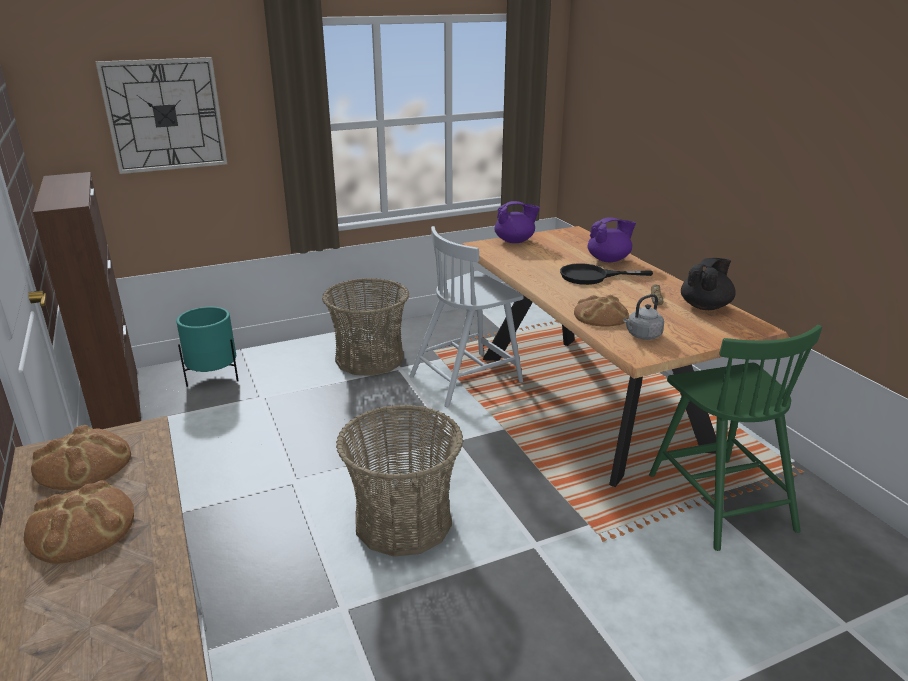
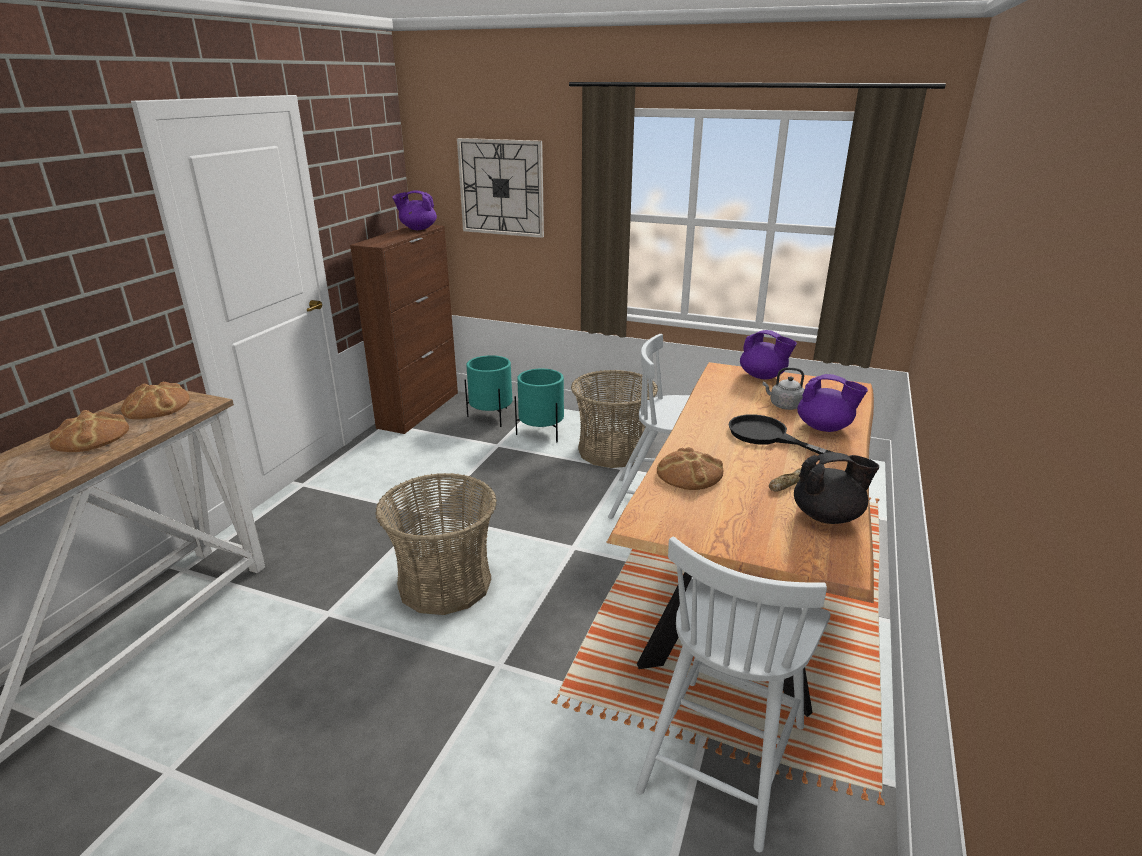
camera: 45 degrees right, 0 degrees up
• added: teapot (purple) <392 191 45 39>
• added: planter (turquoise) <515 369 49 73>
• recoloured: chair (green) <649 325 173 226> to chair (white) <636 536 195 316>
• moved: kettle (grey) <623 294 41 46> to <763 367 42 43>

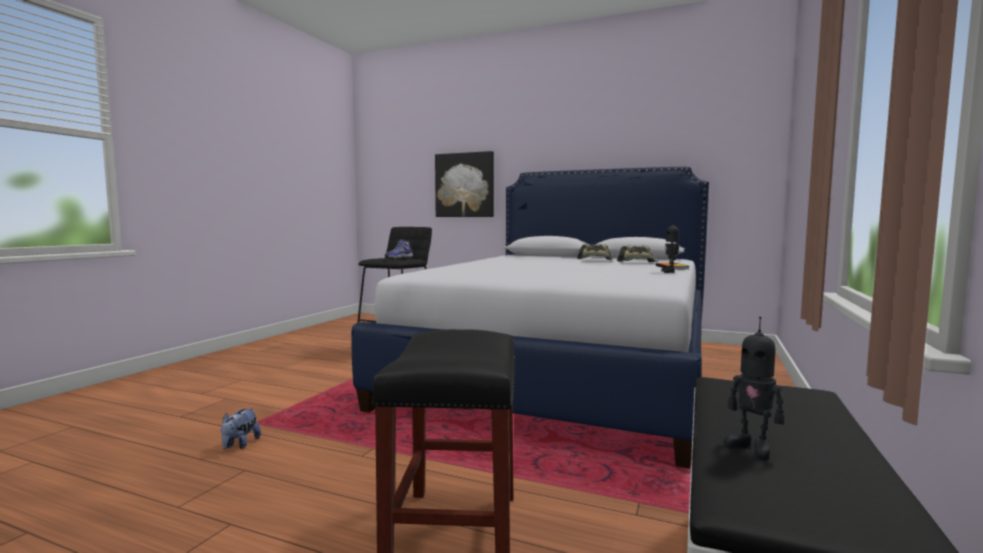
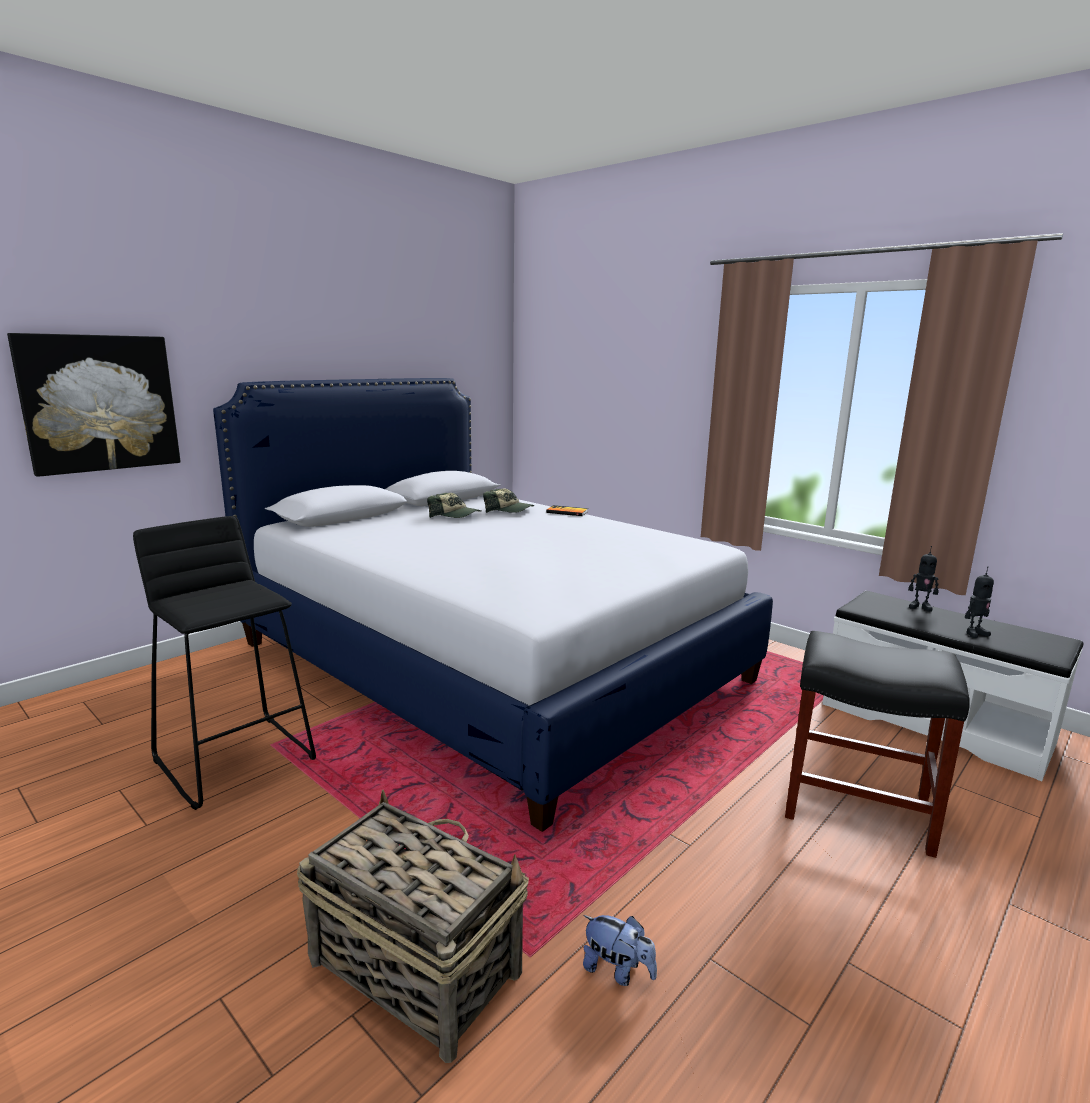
camera: 70 degrees left, 10 degrees up
• added: basket <297 790 232 273>
• moved: toy robot <661 224 18 49> to <908 546 31 66>
• removed: shoe <385 239 28 21>

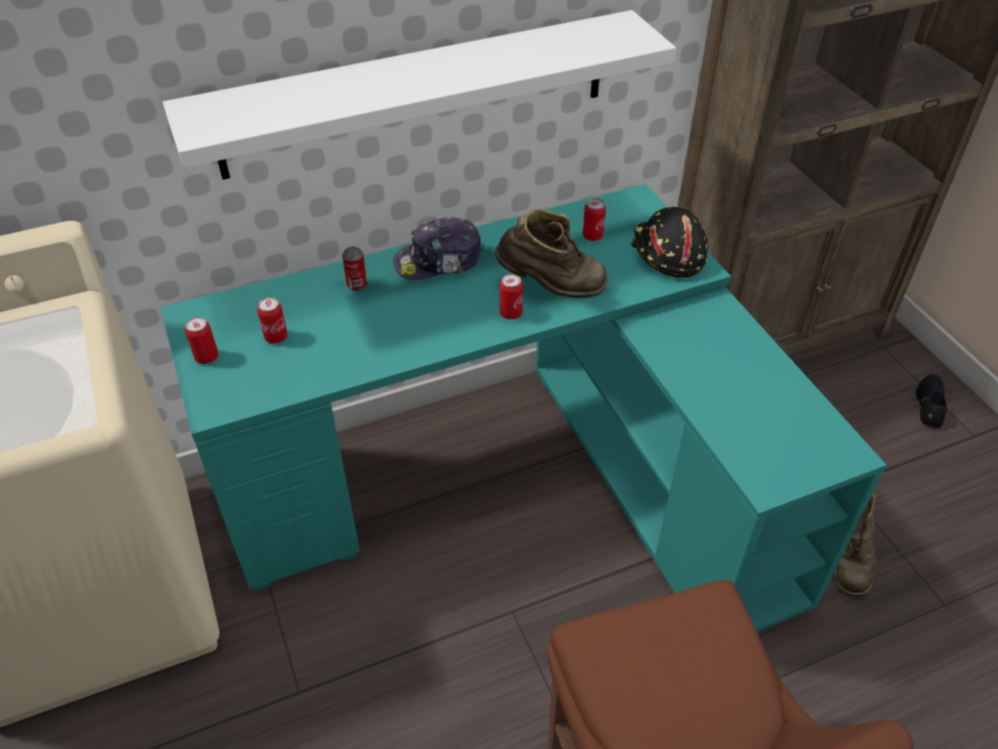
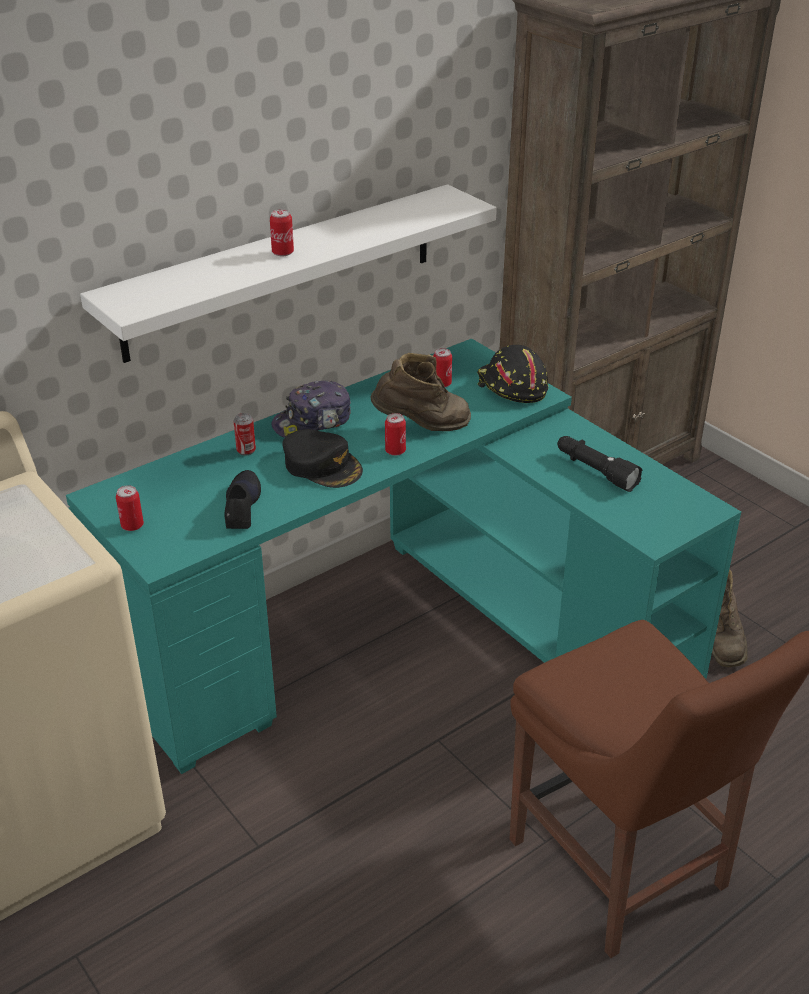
camera: 15 degrees left, 10 degrees down
• moved: shoe (black) <916 374 31 54> to <225 470 36 59>
• moved: can <257 297 31 47> to <270 209 24 48>
• added: cap (black) <283 429 80 59>
• added: flashlight (black) <557 436 86 56>

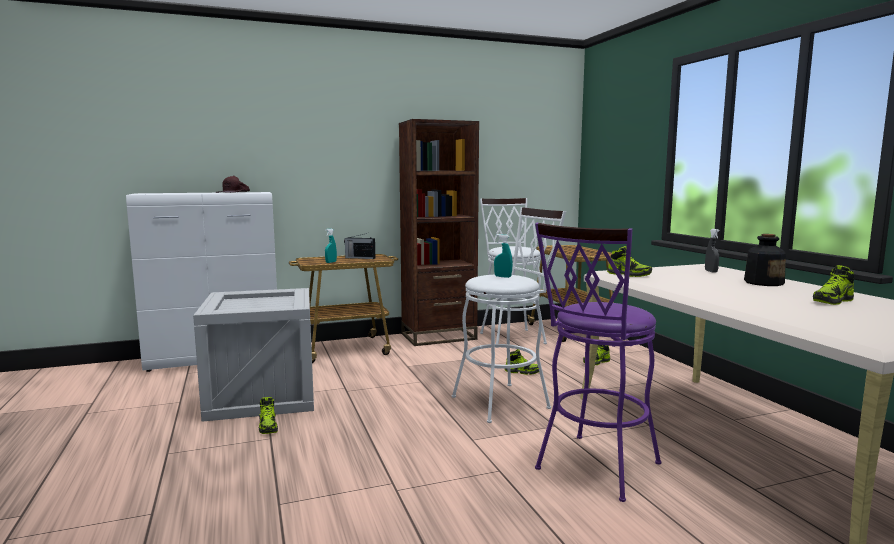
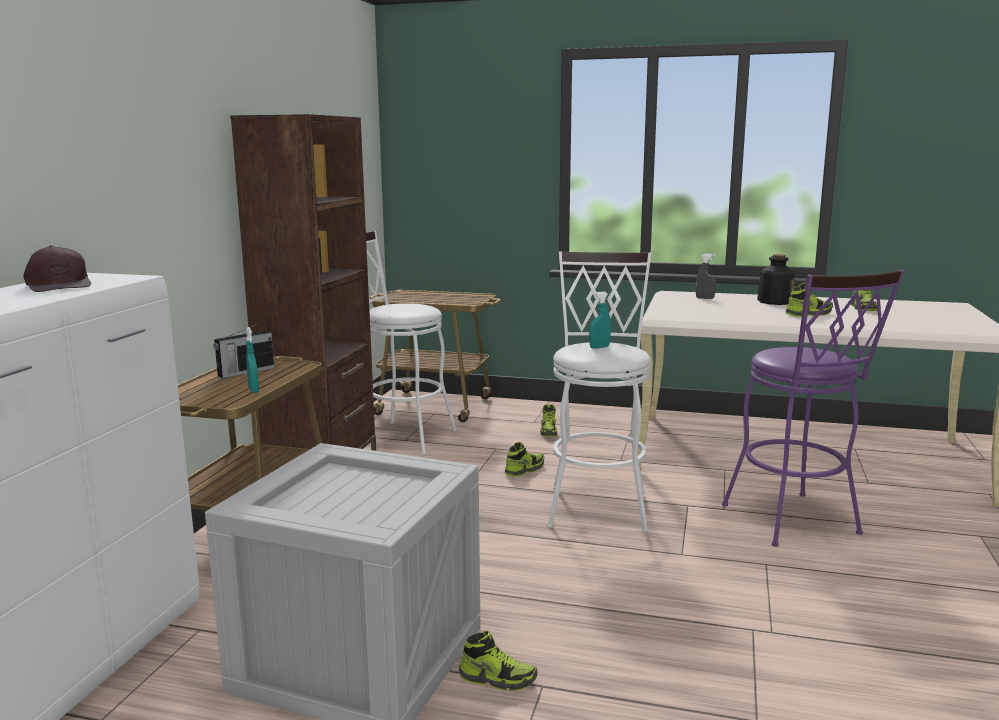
camera: 55 degrees left, 5 degrees up
• moved: shoe <607 246 45 31> to <786 283 47 34>

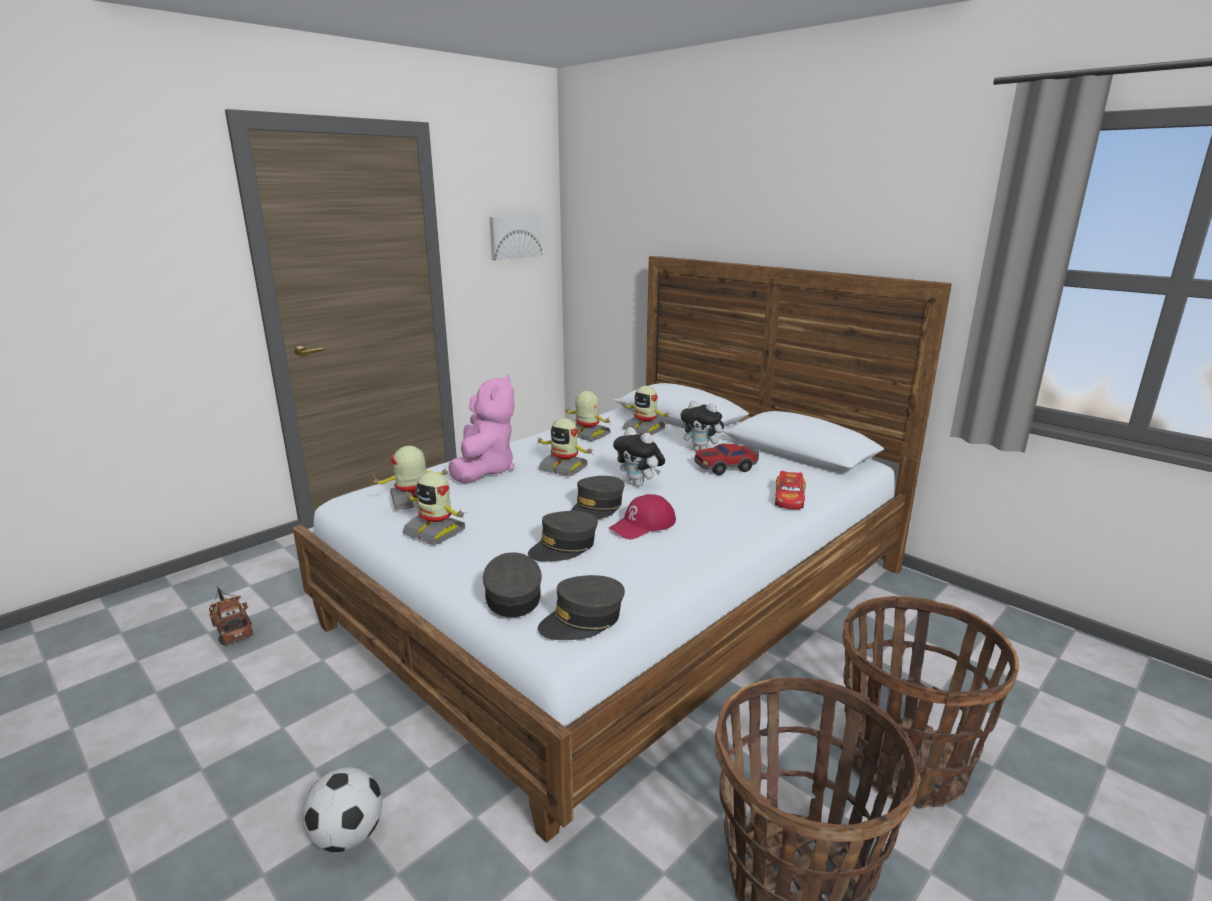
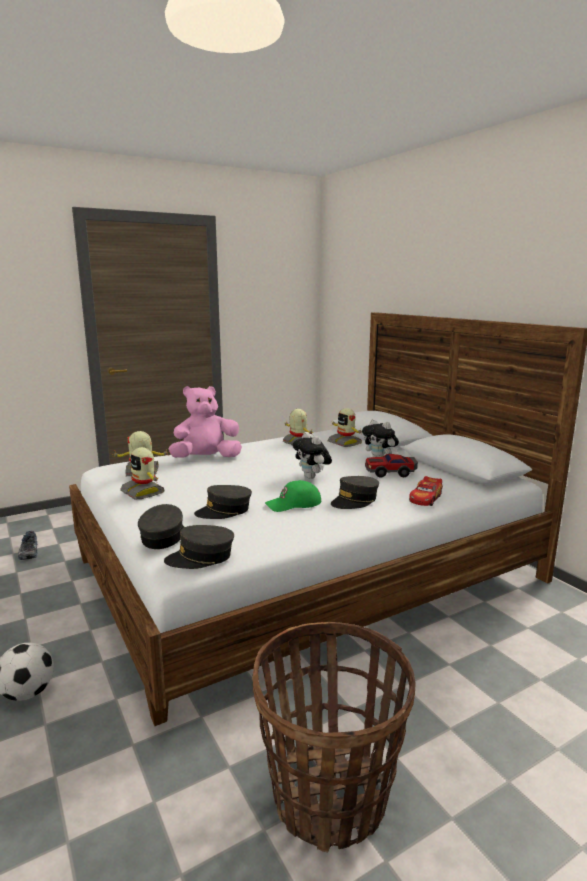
camera: 15 degrees right, 5 degrees down
• replaced: toy truck <209 586 44 59> to shoe <18 531 19 29>
• turned: plush toy (pink) <448 374 66 109> = <168 386 74 72> 135 degrees counterclockwise
• recoloured: cap (red) <609 494 67 45> to cap (green) <265 480 56 32>
• moved: cap (grey) <571 476 54 43> to <331 476 48 33>
• removed: picture <489 215 53 45>
• removed: toy robot <536 418 59 59>
• removed: basket <842 596 177 212>

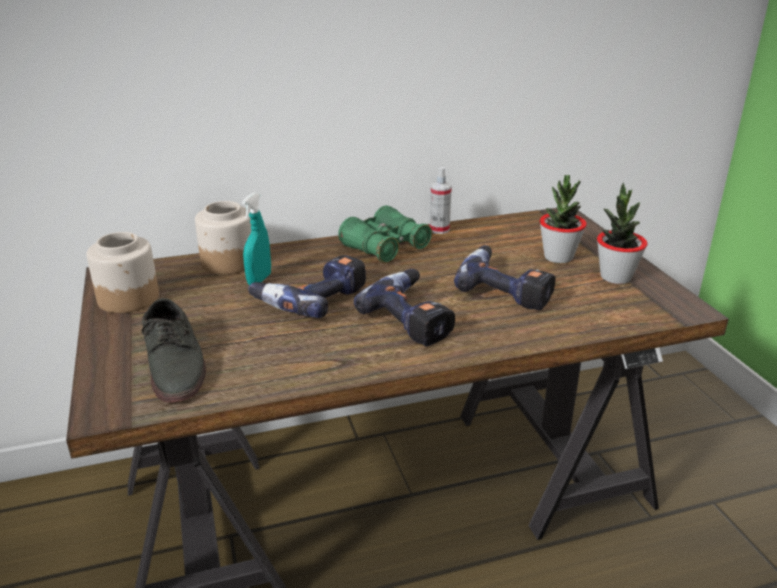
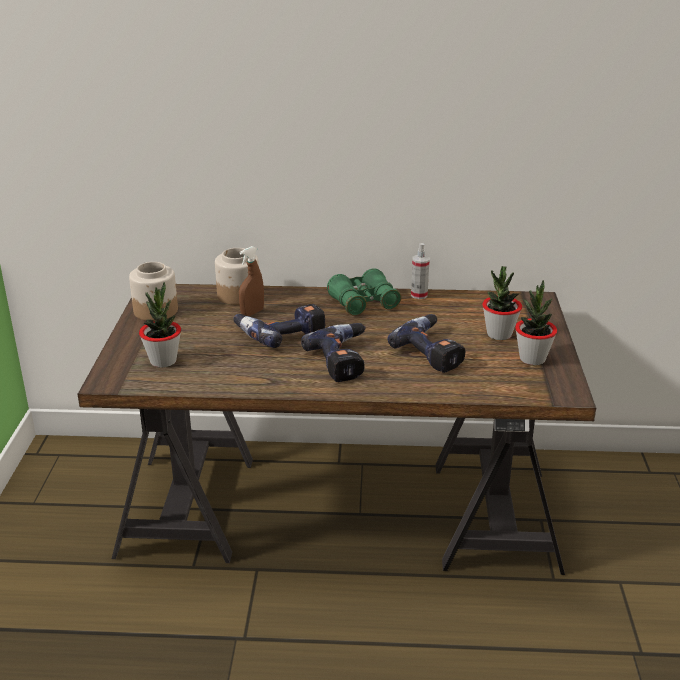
camera: 20 degrees right, 0 degrees up
• replaced: shoe (grey) <141 298 65 105> to potted plant <139 282 42 86>
• recoloured: spray bottle (turquoise) <242 193 29 92> to spray bottle (brown) <239 246 25 70>

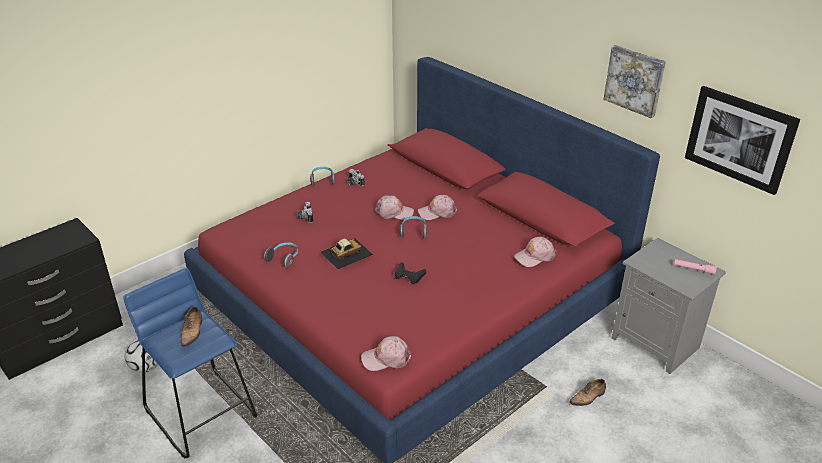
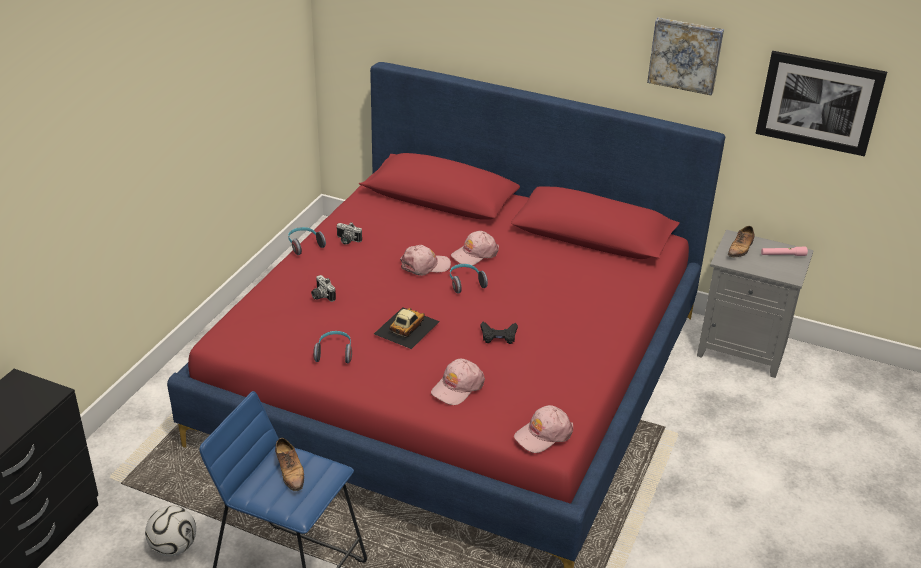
camera: 25 degrees left, 0 degrees up
• moved: cap (pink) <514 237 42 30> to <431 359 54 46>
• moved: shoe <569 379 37 29> to <728 226 26 32>

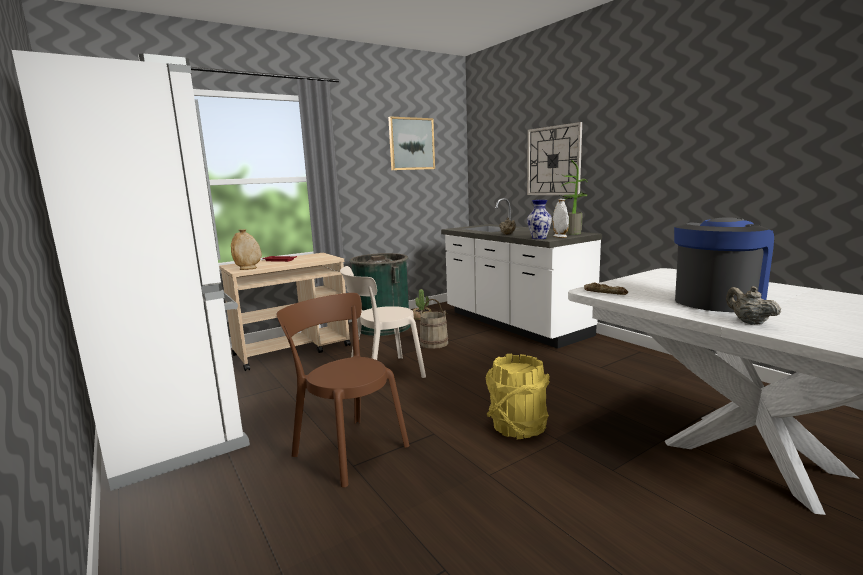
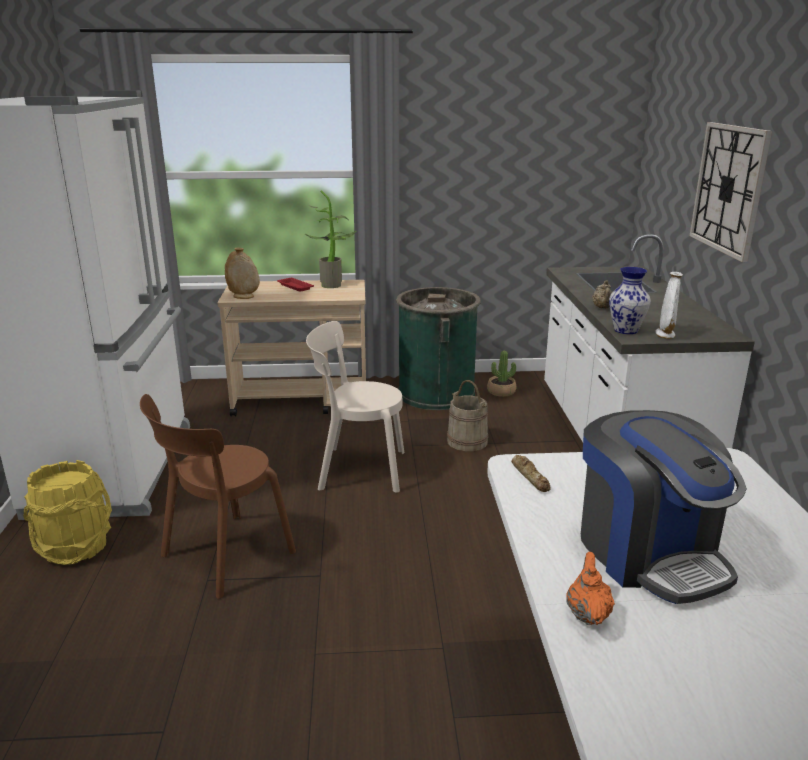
camera: 30 degrees right, 10 degrees up
• moved: bucket (yellow) <485 354 65 85> to <23 460 89 105>
• turned: chair (brown) <276 293 133 195> = <140 394 156 205> 120 degrees counterclockwise
• moved: potted plant <557 160 30 75> to <305 190 51 98>
• recoloured: teapot (beige) <726 286 55 39> to teapot (orange) <566 552 49 73>
• turned: coffee machine <674 217 100 95> = <581 410 166 194> 75 degrees clockwise
• removed: picture <388 116 47 54>

